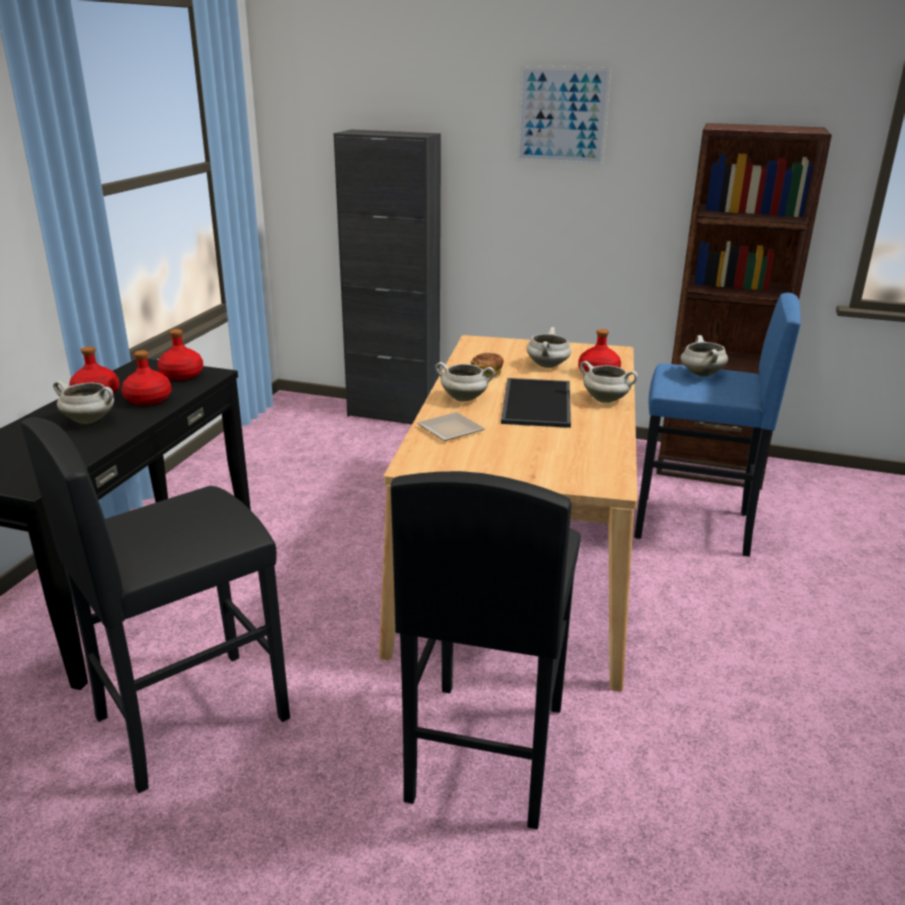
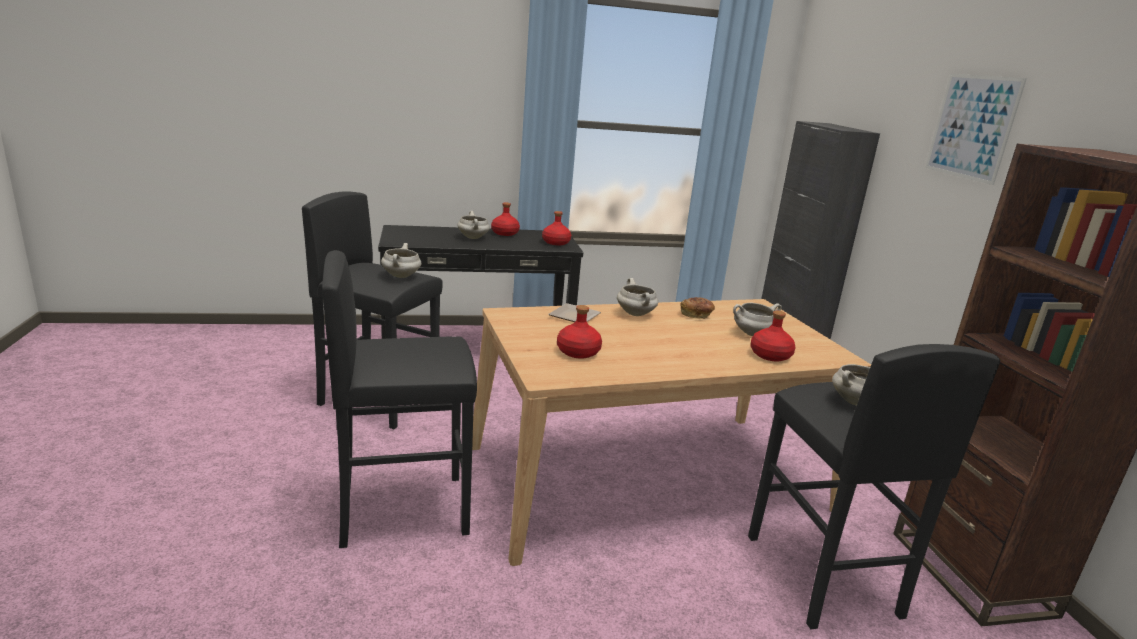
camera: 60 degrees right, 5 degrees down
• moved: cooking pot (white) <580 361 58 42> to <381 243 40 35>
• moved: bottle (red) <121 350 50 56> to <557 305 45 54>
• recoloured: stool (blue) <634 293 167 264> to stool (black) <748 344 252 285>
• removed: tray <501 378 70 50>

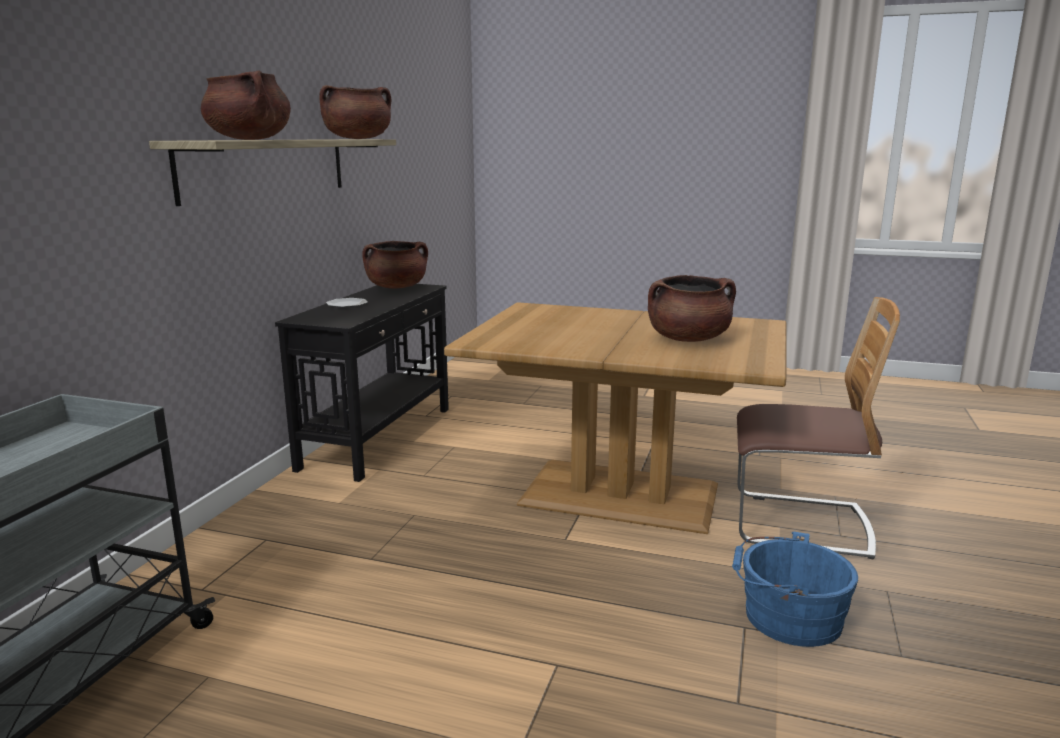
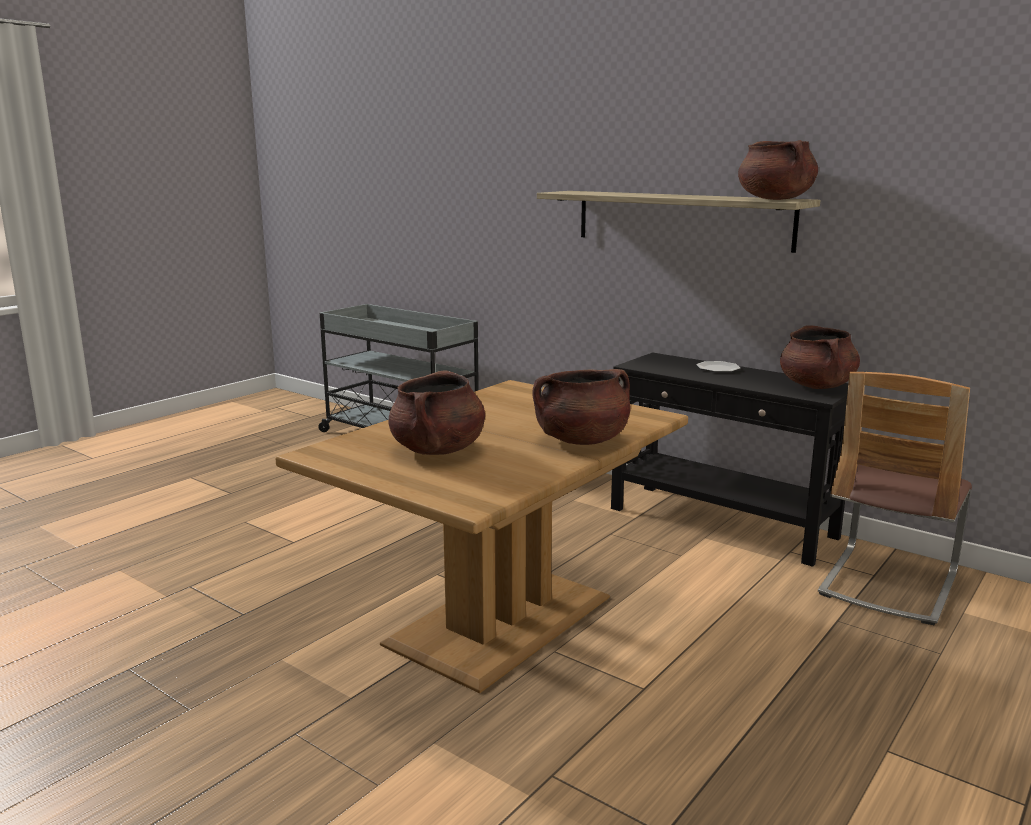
camera: 110 degrees right, 0 degrees up
• moved: cooking pot (brown) <201 70 90 70> to <532 369 99 76>
• moved: chair <737 297 163 263> to <818 372 154 253>
• removed: bucket (blue) <732 531 126 116>

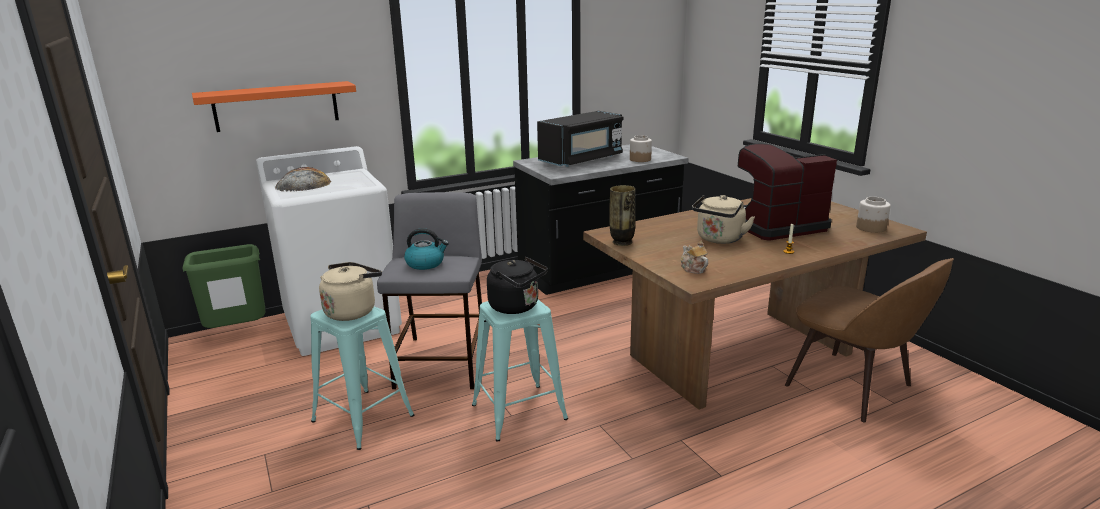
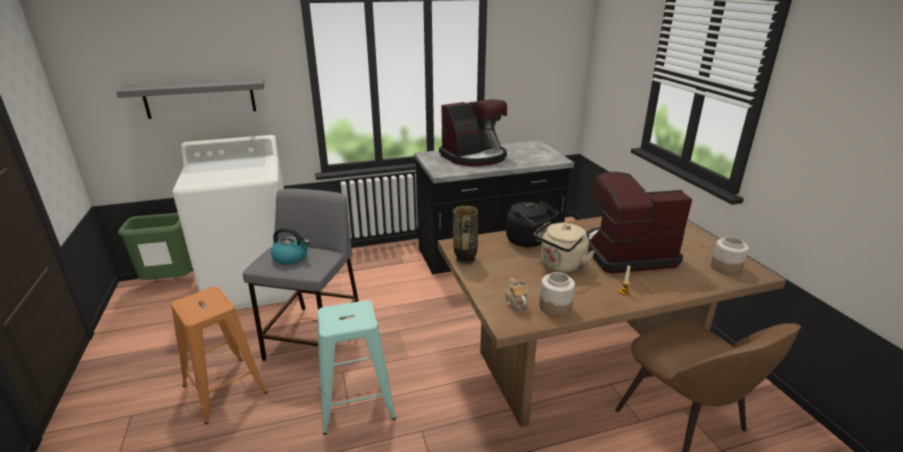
camera: 10 degrees right, 5 degrees up
• recoloured: shelf (orange) <192 81 164 51> to shelf (grey) <116 77 149 42>
• recoloured: stool (turquoise) <310 306 104 144> to stool (orange) <171 287 96 137>
• replaced: microwave (black) <537 111 87 56> to coffee machine <439 99 68 67>
• moved: kettle (black) <487 257 61 57> to <506 201 53 46>
• moved: jar <630 135 22 27> to <539 272 36 45>
• removed: bread <275 167 56 24>
• removed: kettle (beige) <319 262 63 59>

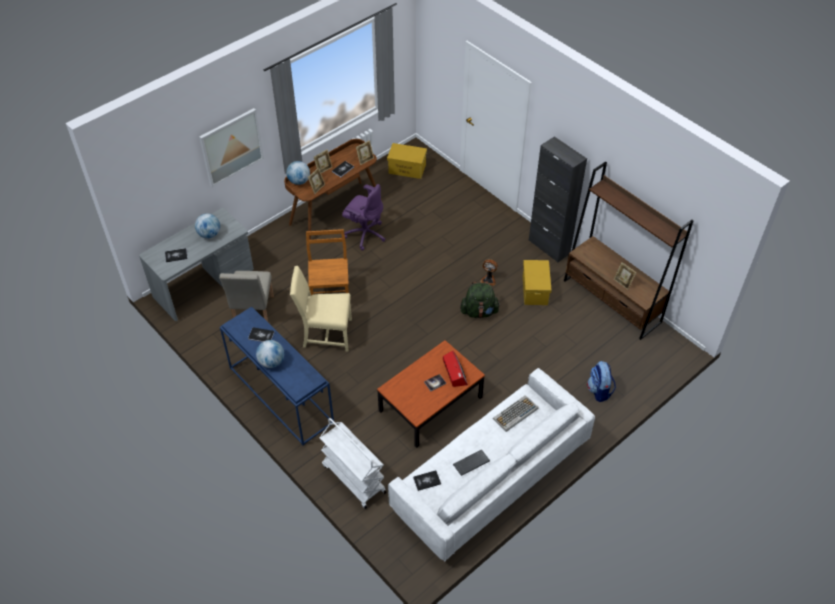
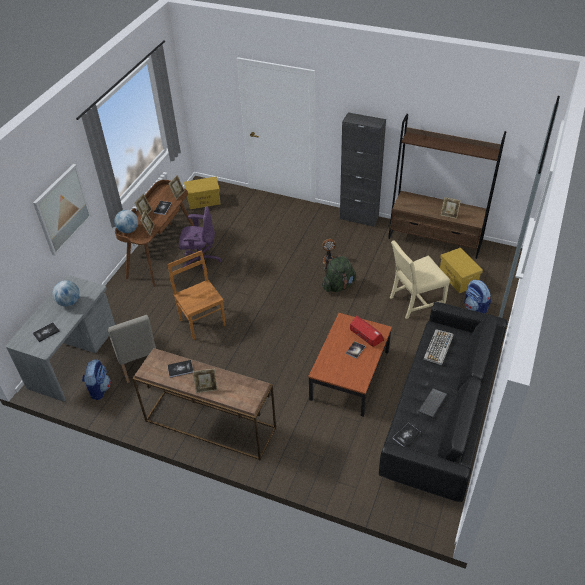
camera: 25 degrees left, 5 degrees down
• added: backpack <82 359 29 41>
• recoloured: console table (blue) <220 307 114 138> to console table (brown) <132 348 144 112>
• replaced: globe <256 340 28 28> to picture frame <193 369 25 24>
• recoloured: sofa (white) <388 368 207 193> to sofa (black) <379 302 128 200>
• moved: chair (beige) <290 266 62 86> to <390 240 60 79>
• moved: storage box (yellow) <523 260 28 45> to <440 248 43 45>
• removed: cart (white) <320 418 66 91>

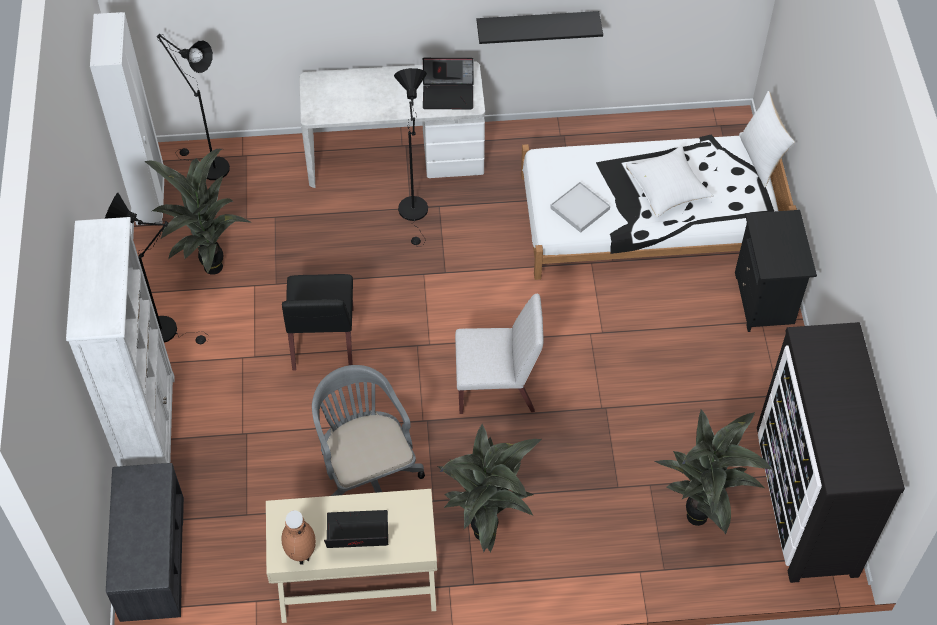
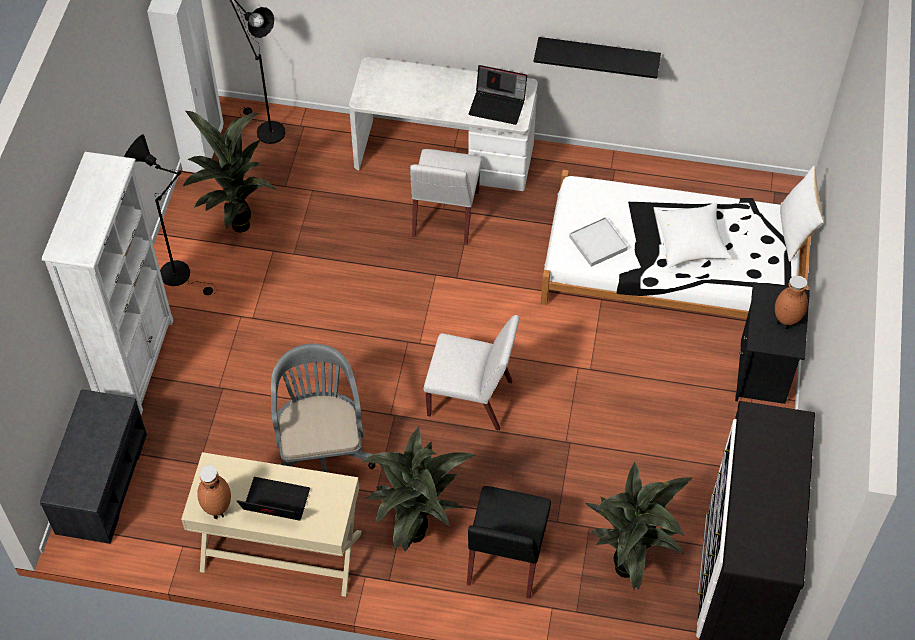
camera: 15 degrees right, 0 degrees up
• replaced: floor lamp (black) <394 68 34 178> to chair (white) <410 149 72 96>
• moved: chair (black) <282 274 72 97> to <467 486 84 113>
• added: vase (brown) <775 276 33 53>

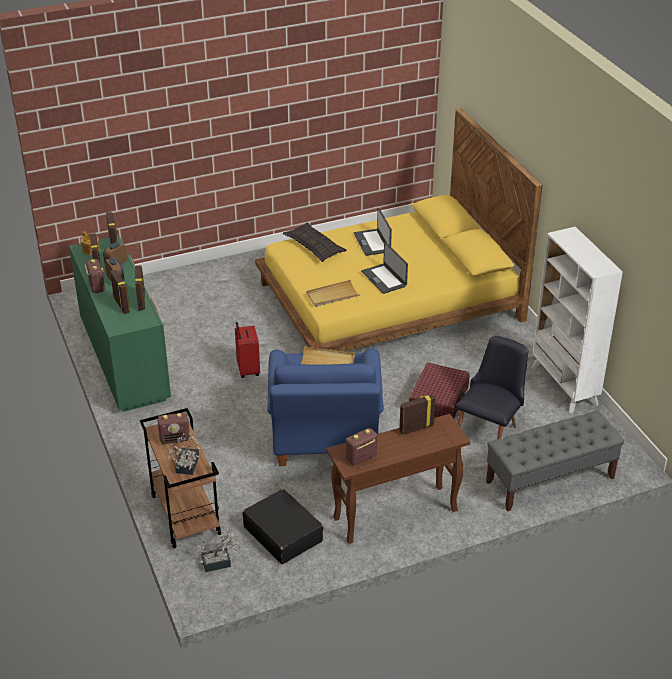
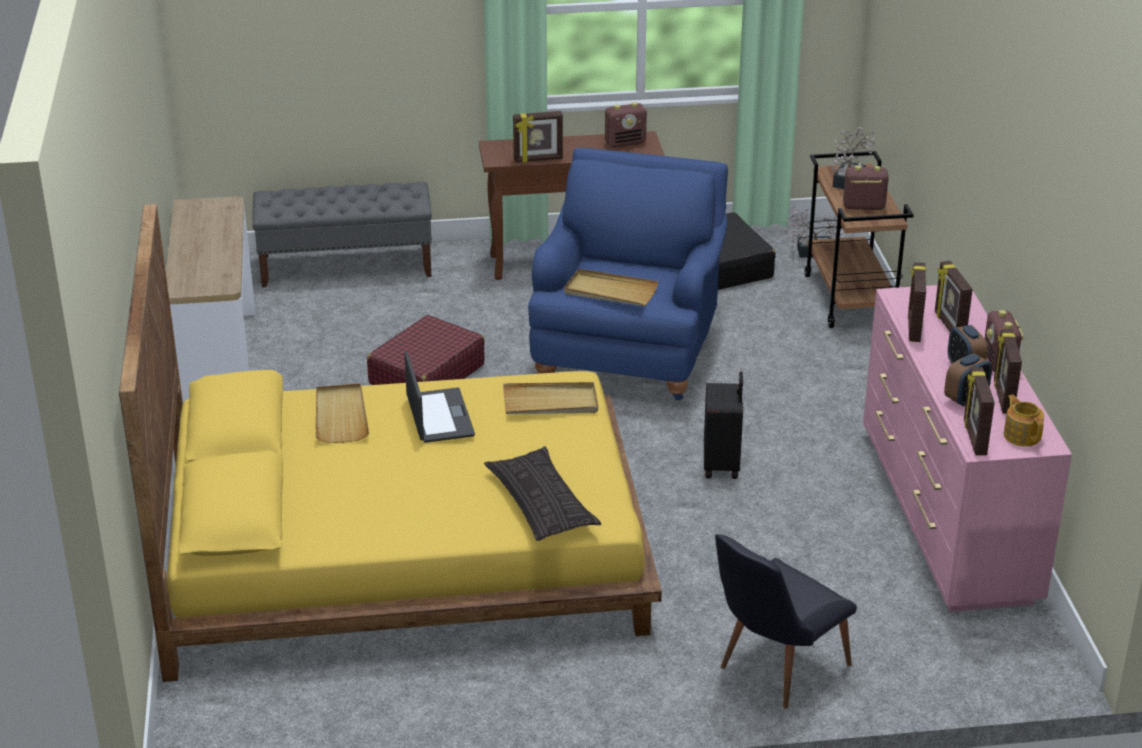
camera: 165 degrees left, 5 degrees down
• replaced: bookcase (white) <531 227 92 186> to console table <166 197 90 206>
• added: tray (beige) <316 384 53 59>
• recoloured: suitcase (red) <235 322 25 56> to suitcase (black) <704 371 39 108>
• moved: chair (black) <456 336 72 103> to <715 534 142 175>
• recoloured: dresser (green) <69 235 102 177> to dresser (pink) <863 283 209 329>
• removed: laptop <354 208 38 48>

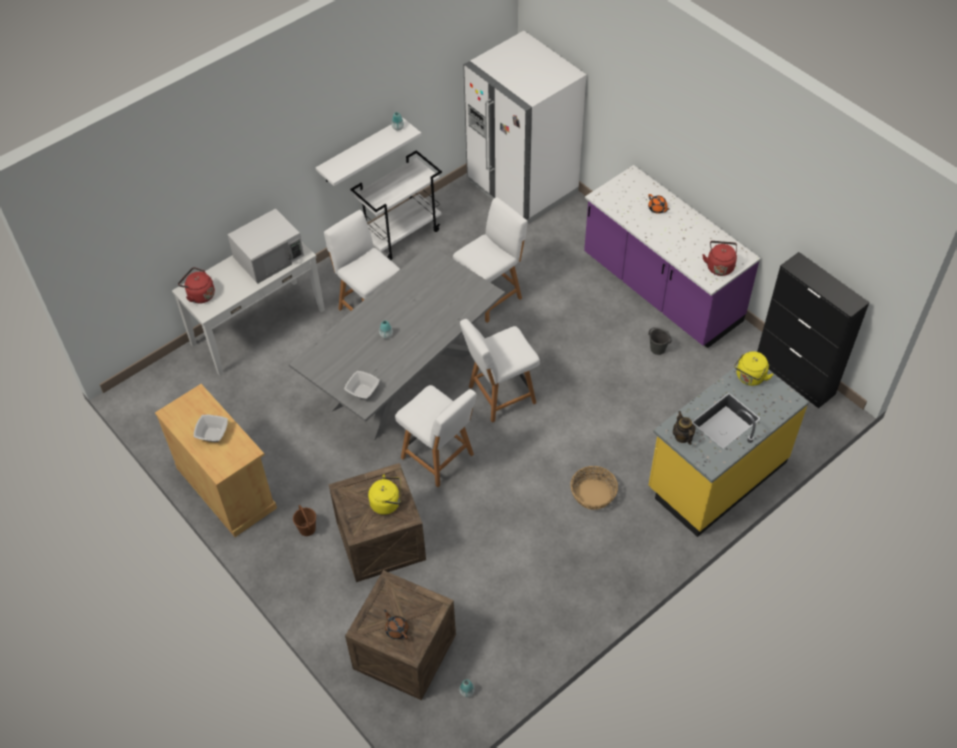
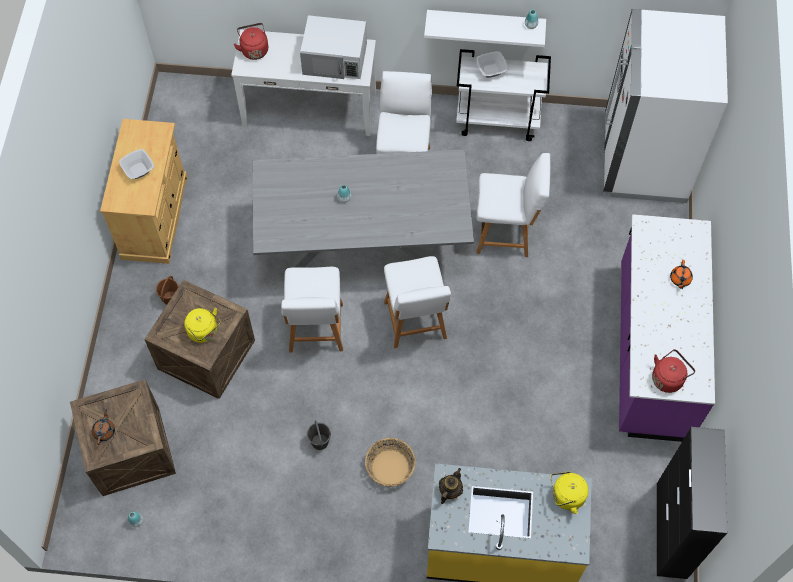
camera: 45 degrees right, 10 degrees up
• moved: bucket (grey) <648 327 23 28> to <307 420 24 30>
• turned: chair (white) <460 319 80 104> = <384 256 67 92> 120 degrees counterclockwise
• moved: bowl <344 371 36 29> to <477 52 31 26>

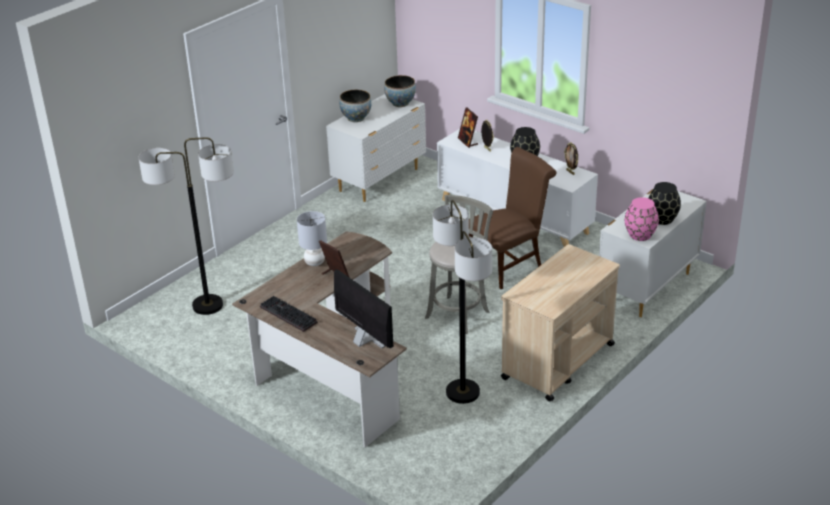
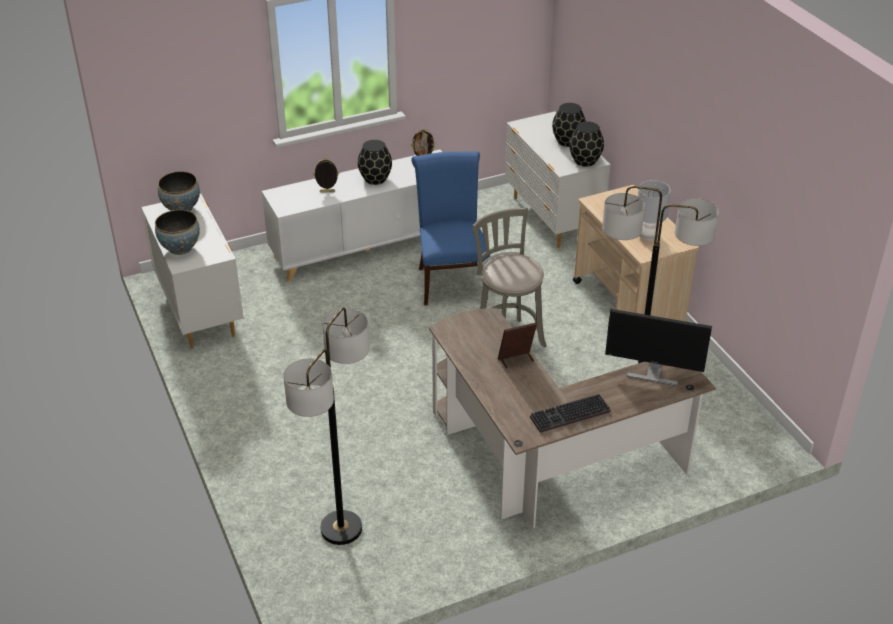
camera: 65 degrees left, 5 degrees up
• recoloured: chair (brown) <469 147 88 142> to chair (blue) <411 151 79 154>
• recoloured: vase (pink) <625 197 34 44> to vase (black) <569 121 35 46>
• turned: monitor <334 269 59 79> = <605 309 107 77> 150 degrees counterclockwise
• moved: table lamp (grey) <297 211 30 55> to <638 180 33 61>
• removed: picture frame <458 107 20 41>

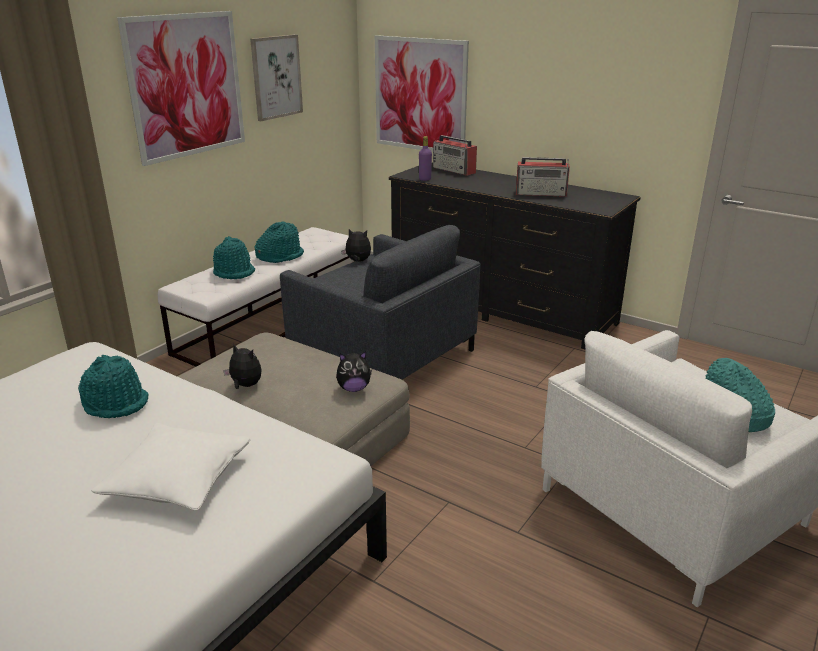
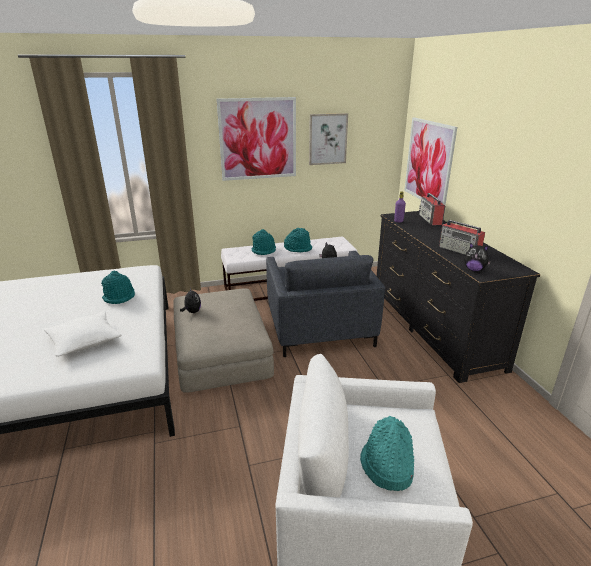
camera: 40 degrees right, 0 degrees up
• moved: plush toy <336 351 36 41> to <464 243 27 28>

